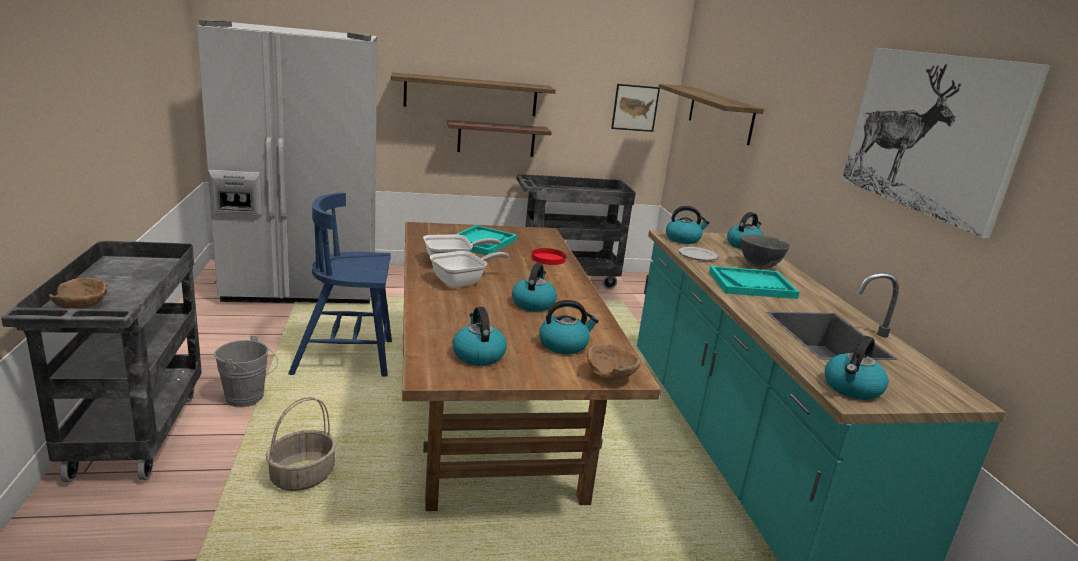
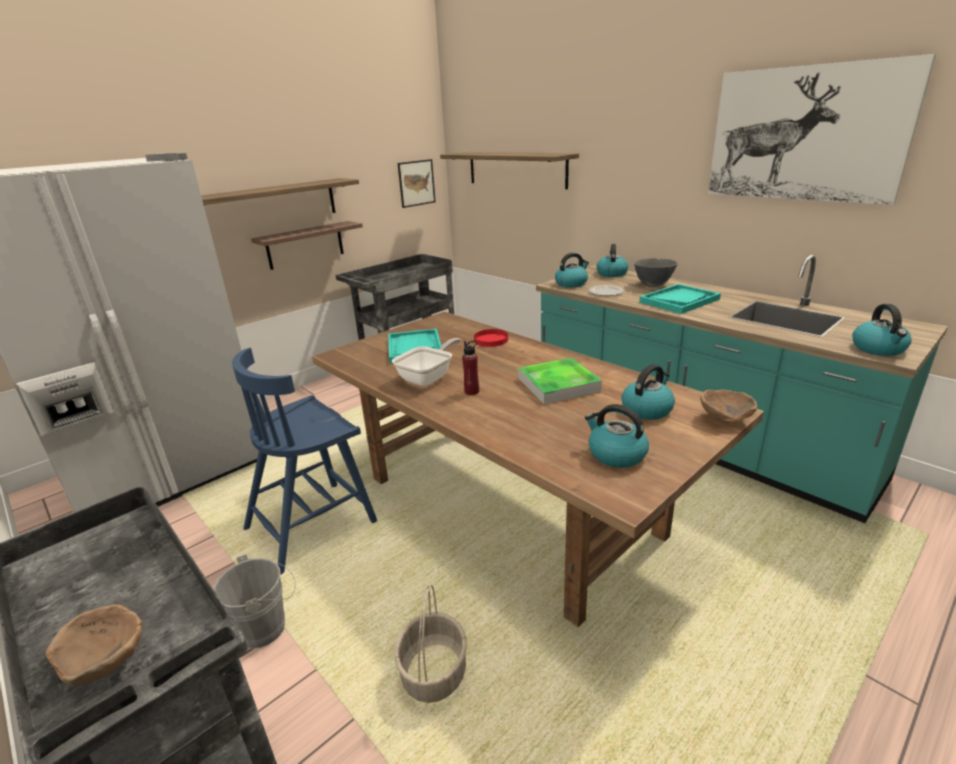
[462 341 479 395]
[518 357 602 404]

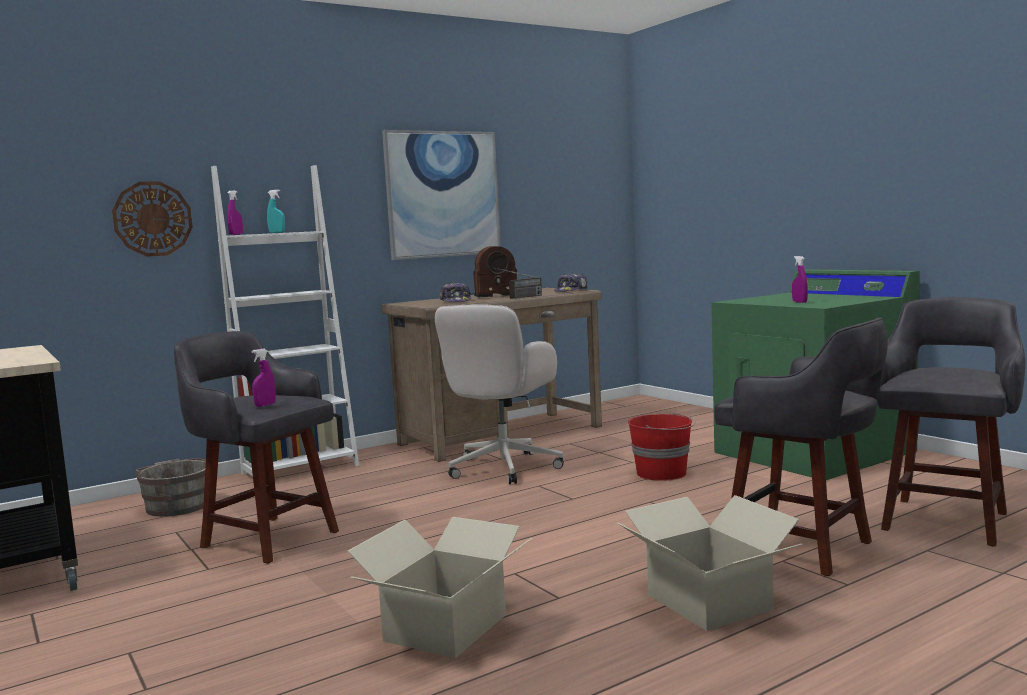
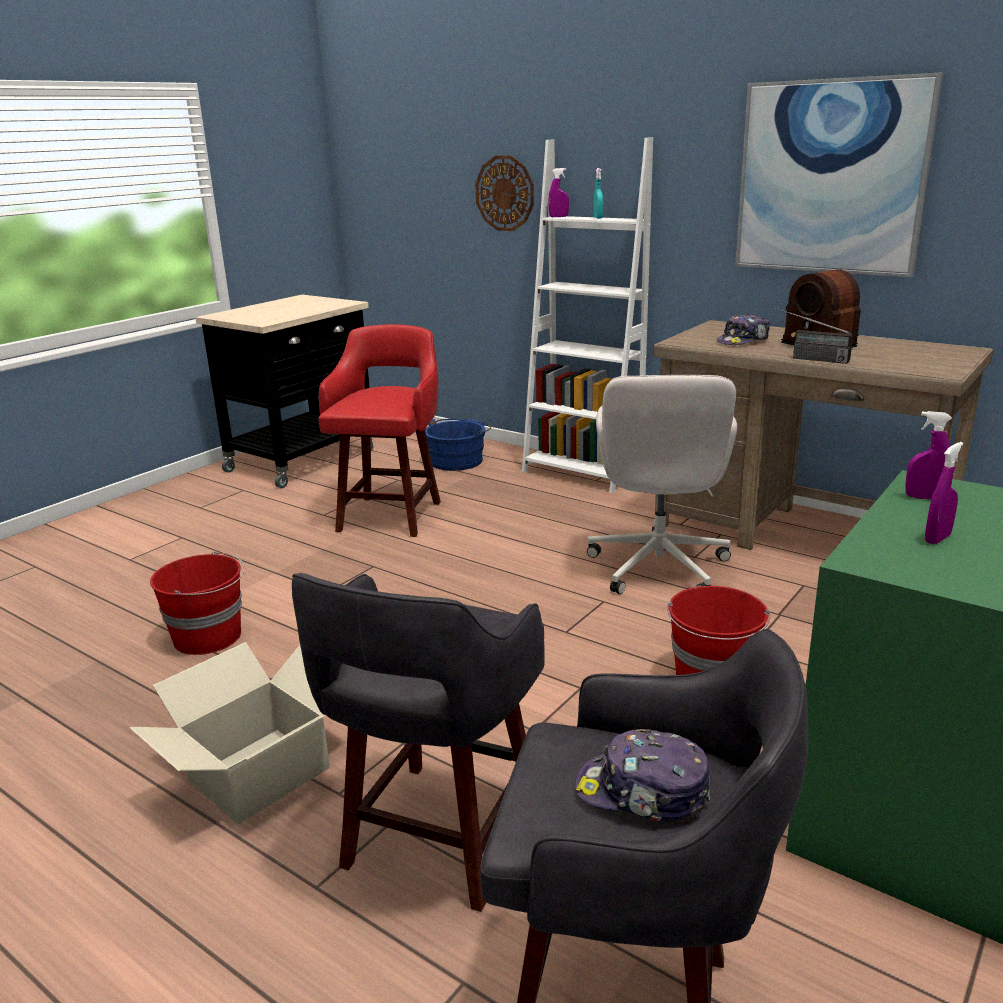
[150 552 245 655]
[319 324 441 537]
[425 419 491 471]
[575 729 711 822]
[587 375 737 594]
[905 411 952 500]

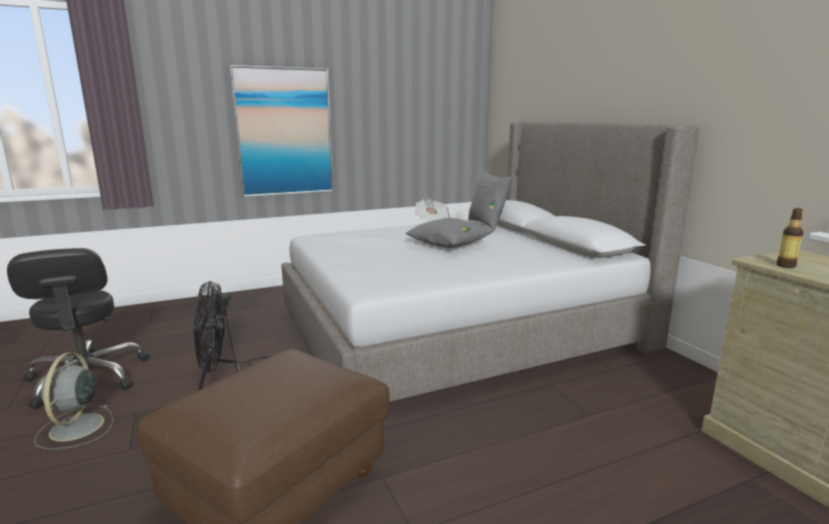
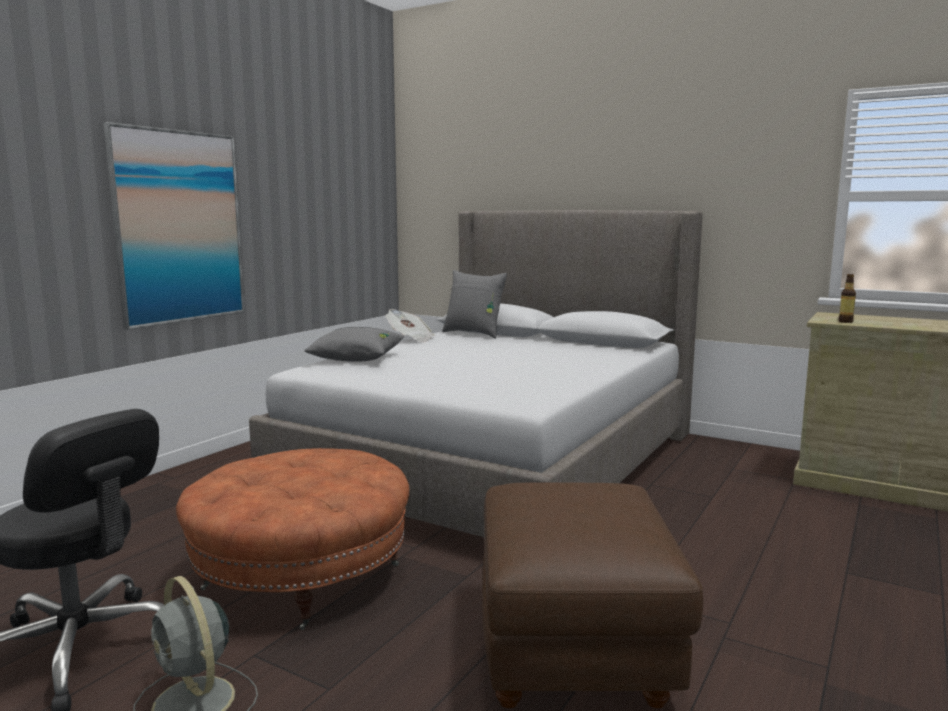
[176 448 410 630]
[305 327 404 362]

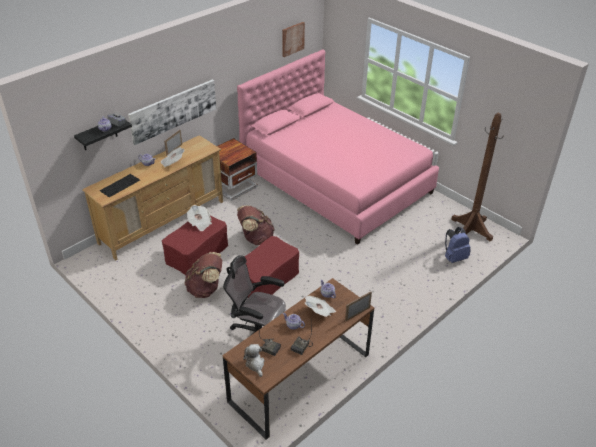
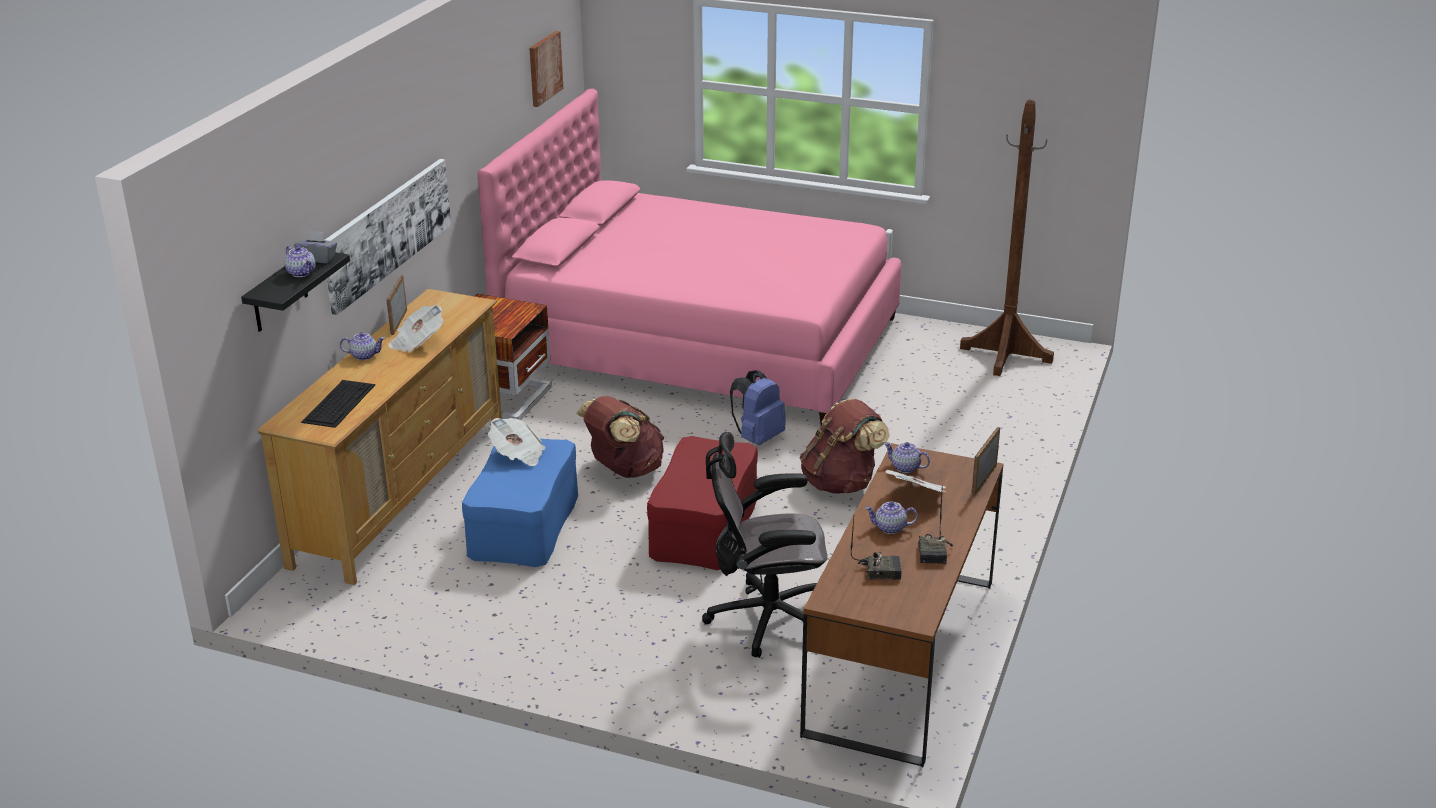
[462 439 578 567]
[730 370 786 445]
[800 398 890 494]
[243 344 265 377] (first image)

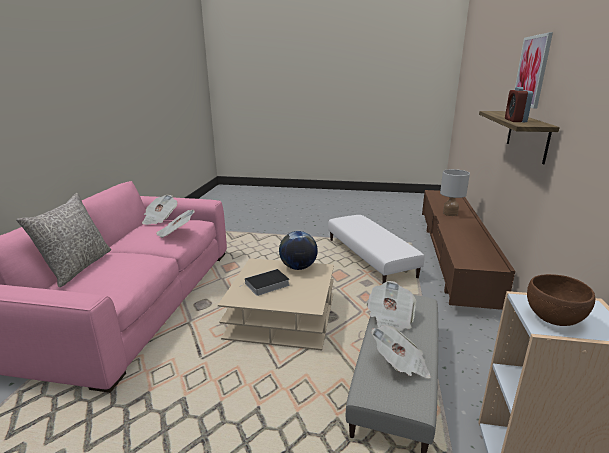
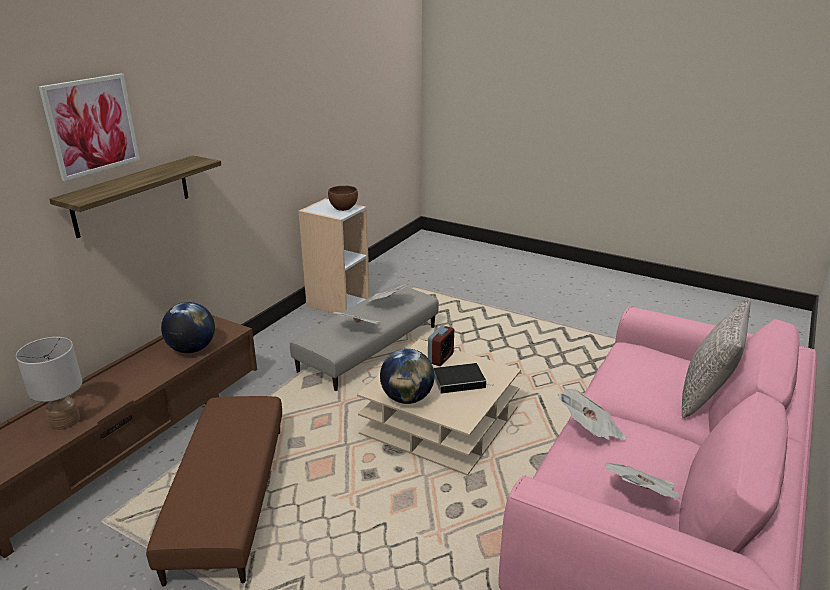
[146 396 282 587]
[161 302 215 353]
[428 325 454 366]

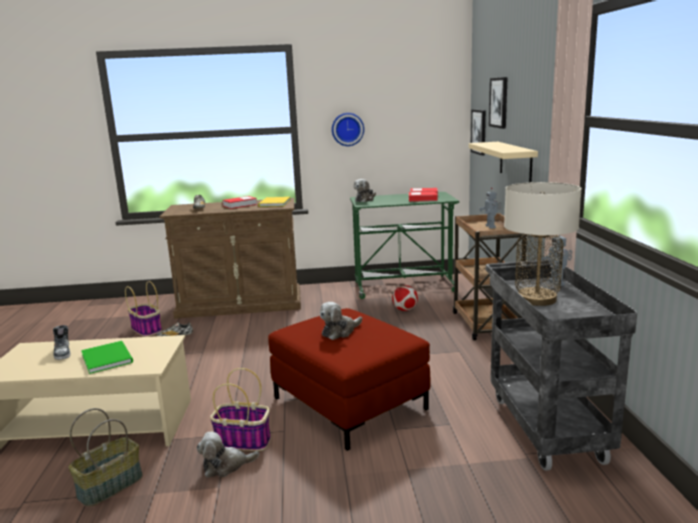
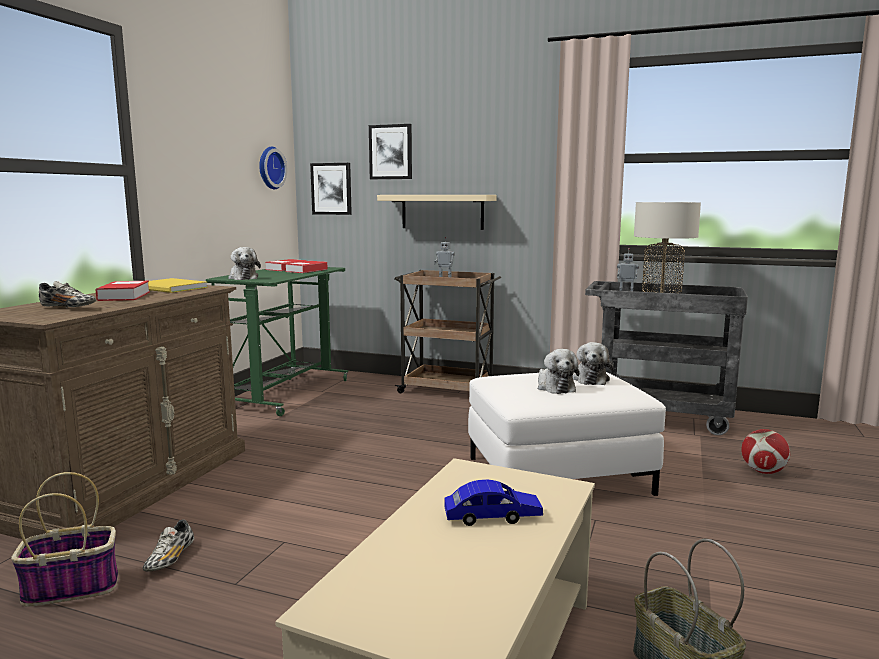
[259 147 287 189]
[445 479 543 526]
[468 372 666 496]
[573 342 614 385]
[741 429 790 474]
[53 325 71 360] (first image)
[210 368 271 451] (first image)

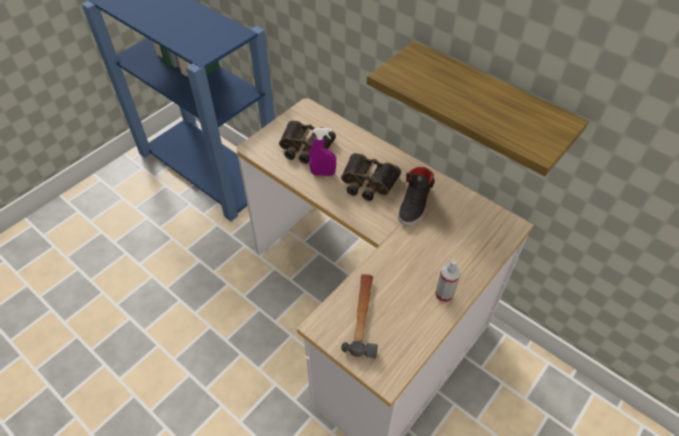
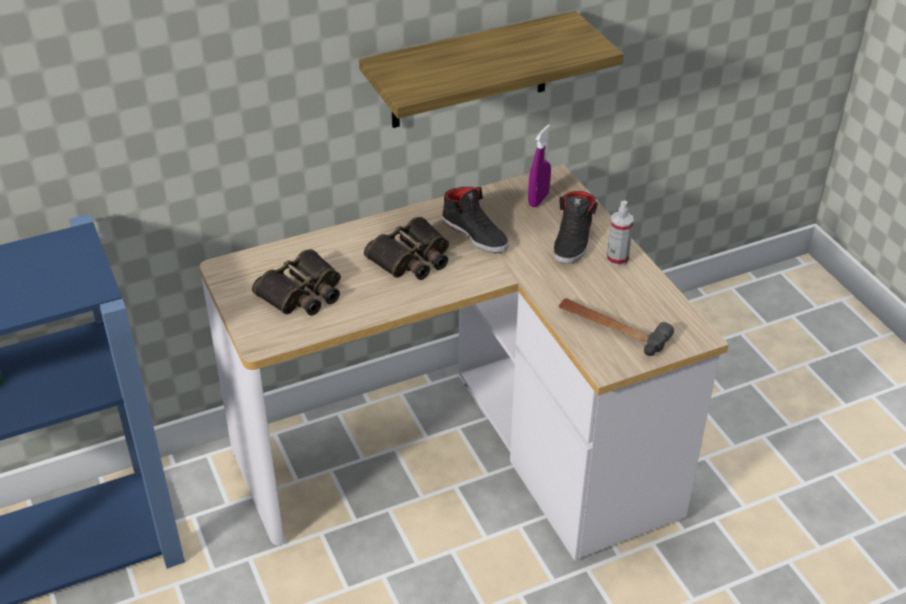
[528 124 551 207]
[553 191 598 264]

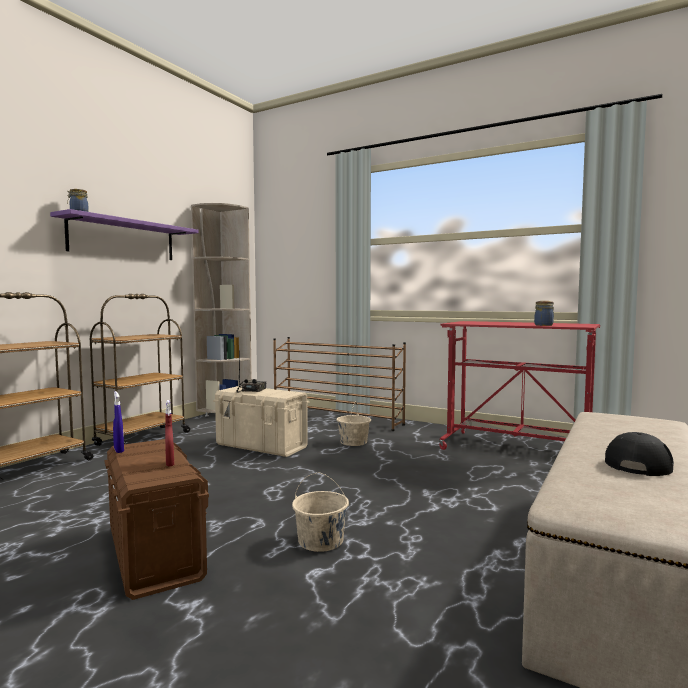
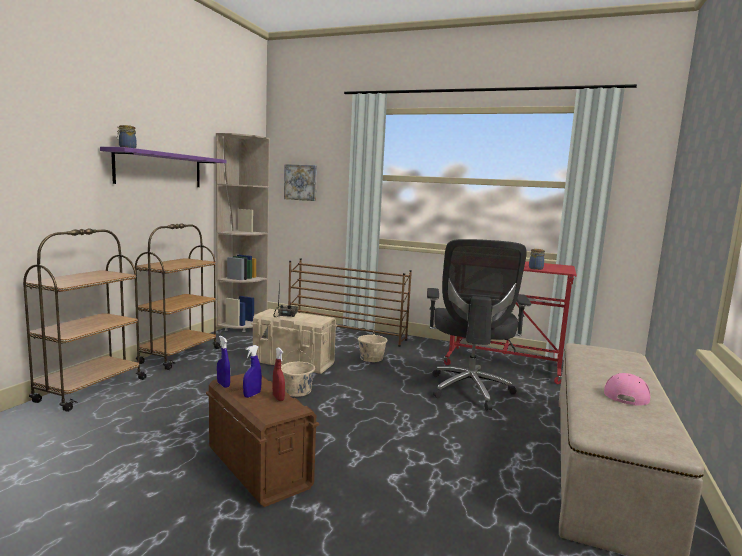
[243 345 262 398]
[281 350 315 397]
[284 164 317 201]
[427 239 531 411]
[604 373 651 406]

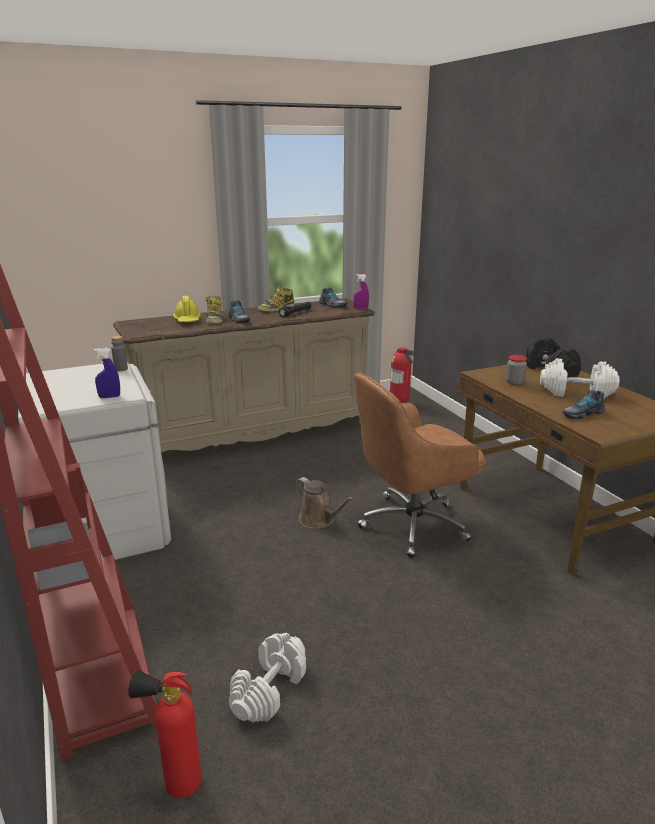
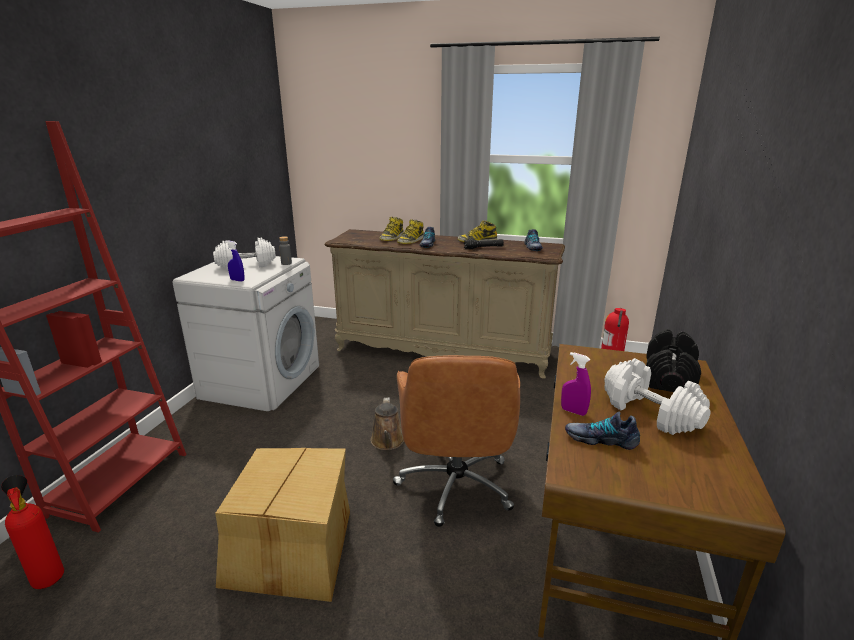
[213 237 276 271]
[215 448 350 602]
[379 217 404 241]
[393 355 520 527]
[561 352 591 416]
[506 355 527 385] (first image)

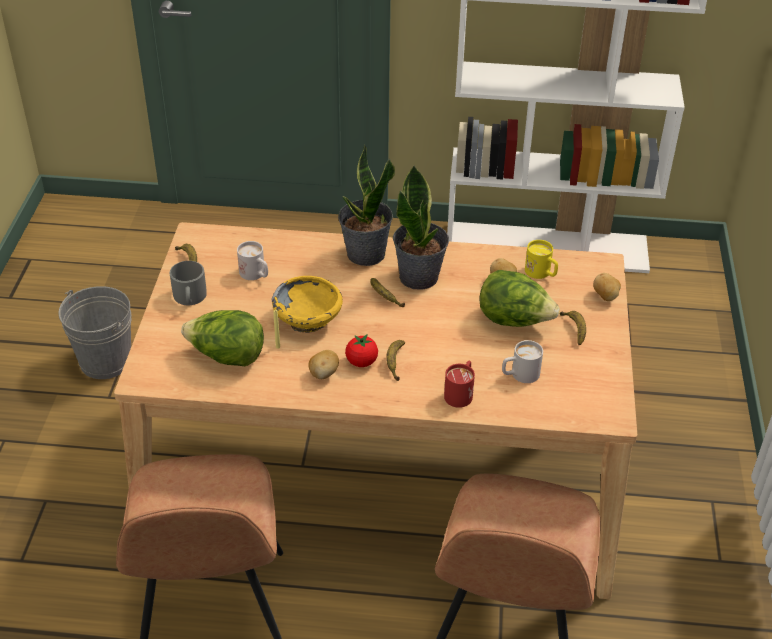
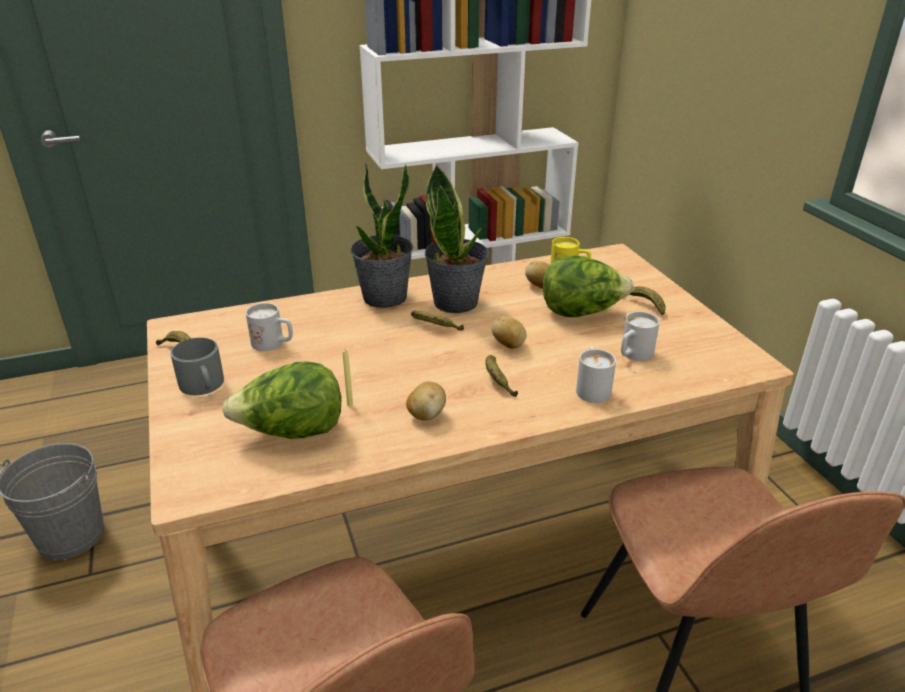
[492 316 527 349]
[576 346 616 403]
[272 276 343 333] (first image)
[345 334 378 367] (first image)

